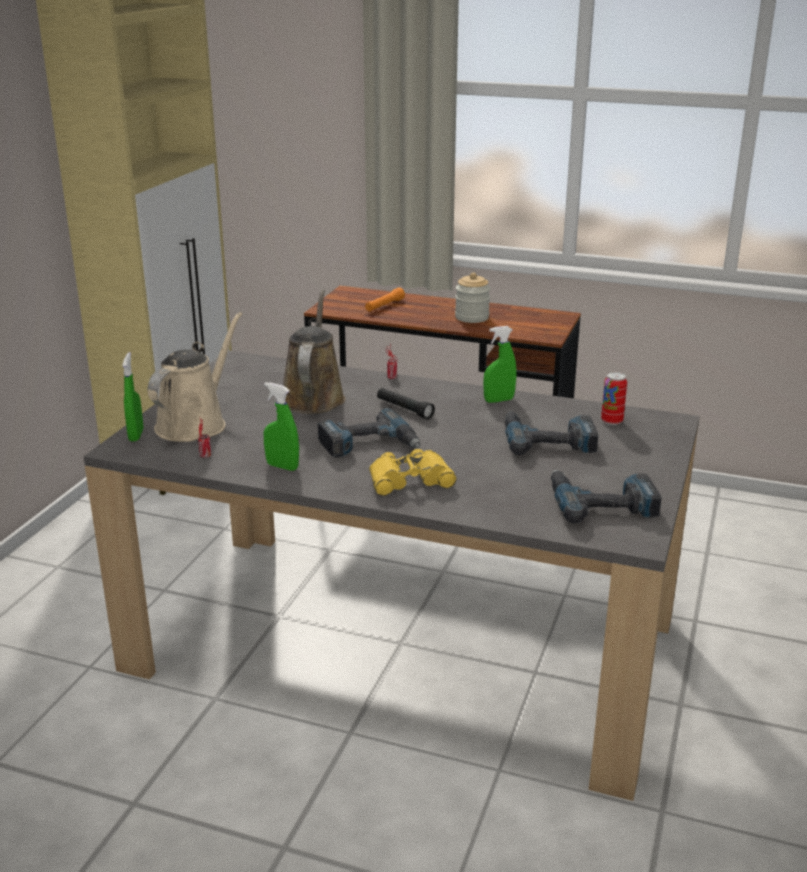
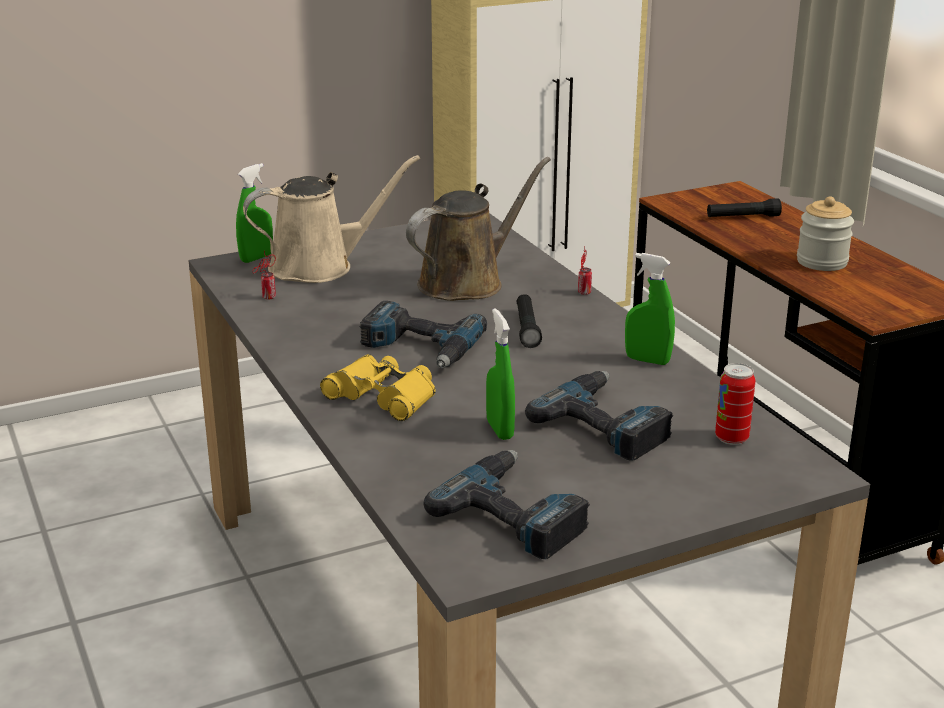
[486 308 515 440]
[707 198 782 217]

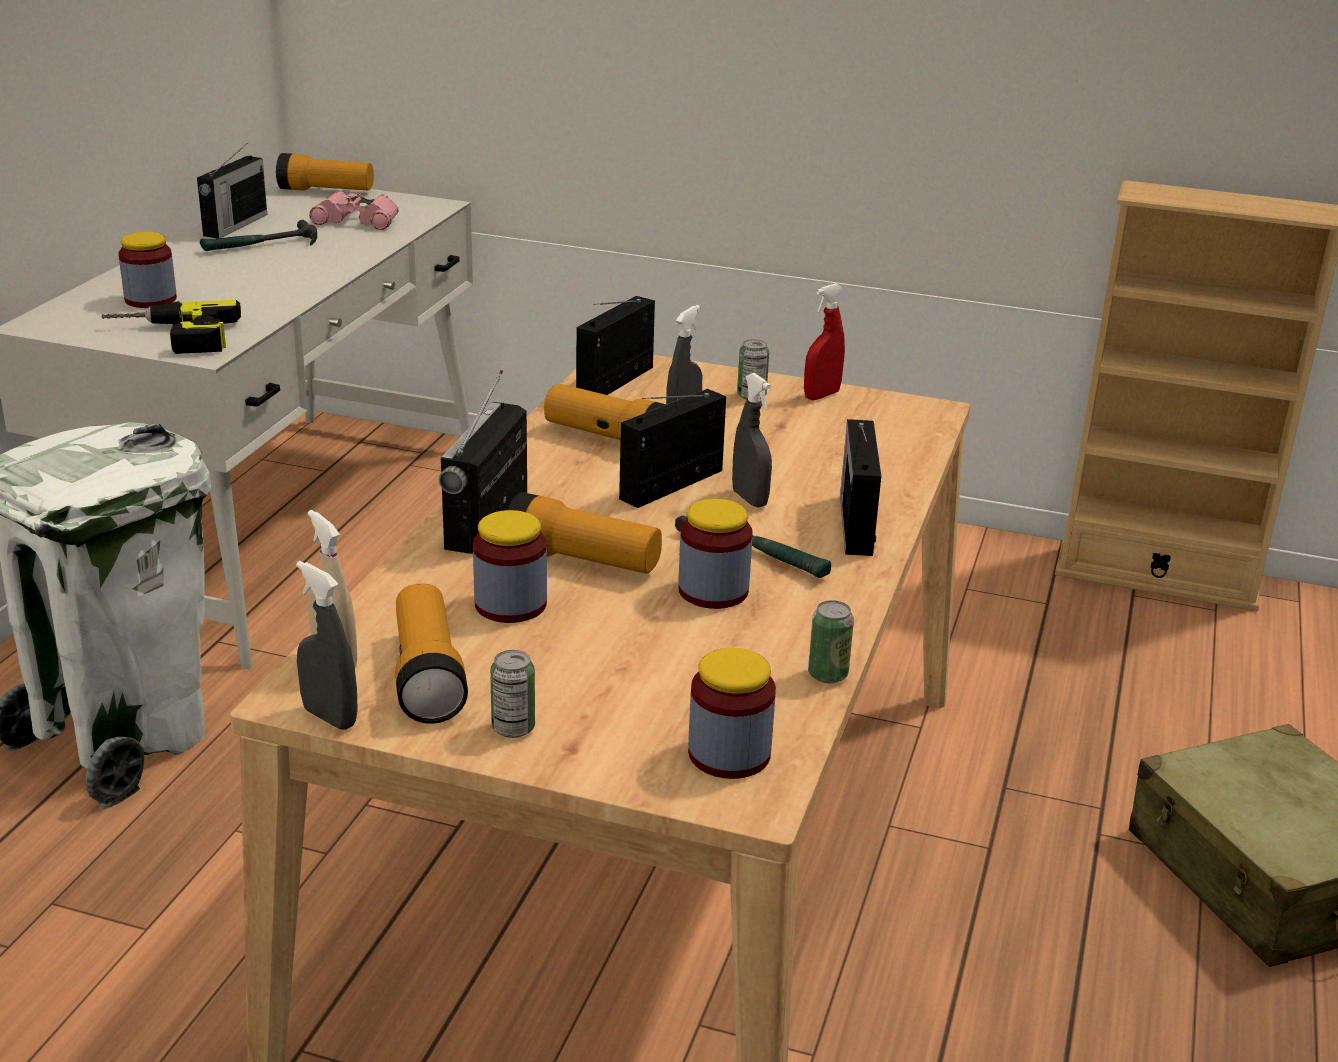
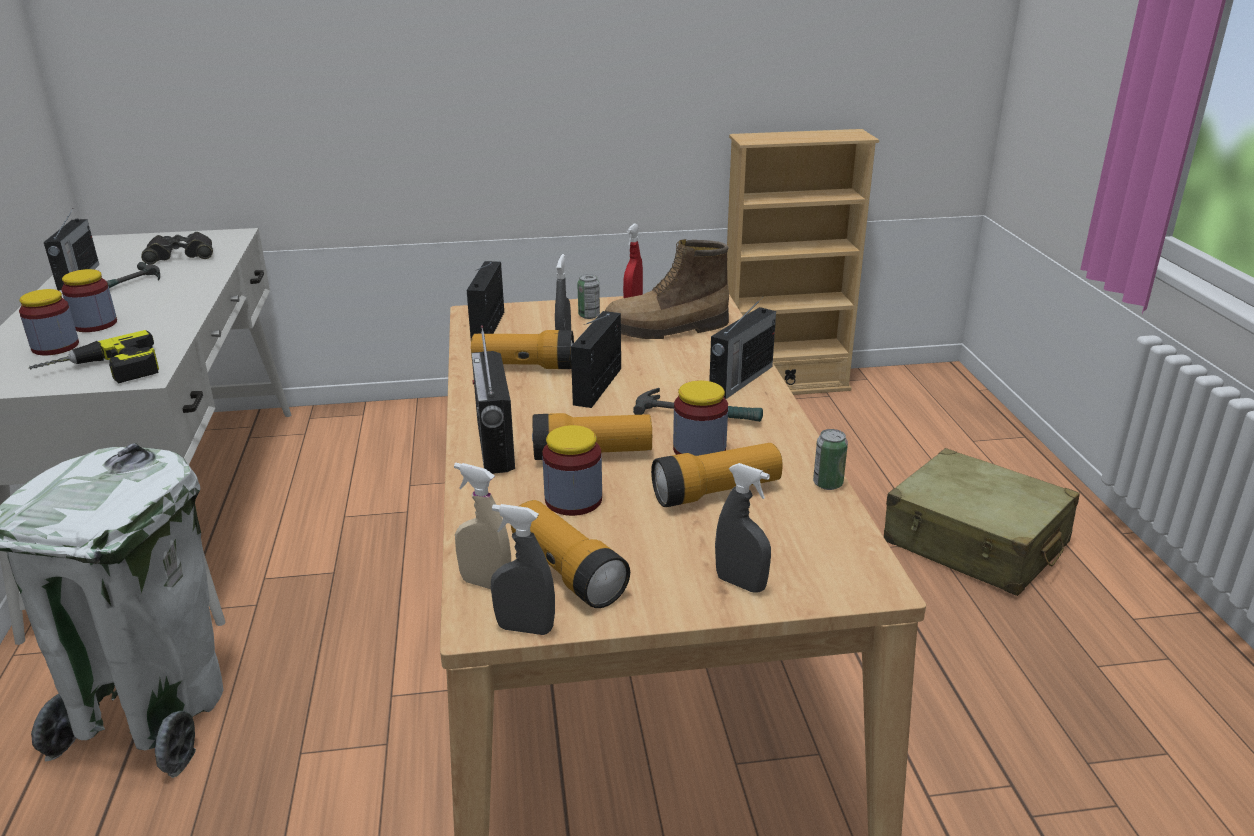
[61 269 117 332]
[141 232 213 264]
[605 239 729 339]
[651 443 783 507]
[709 296 776 399]
[715 463 771 593]
[490 650 535 738] (first image)

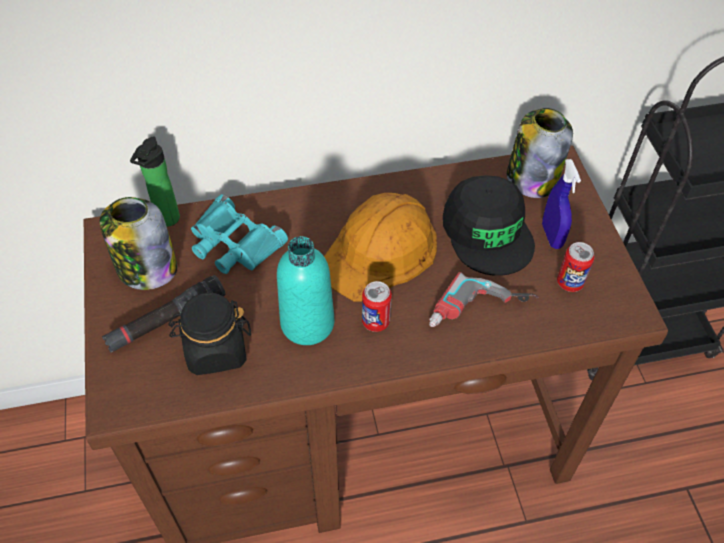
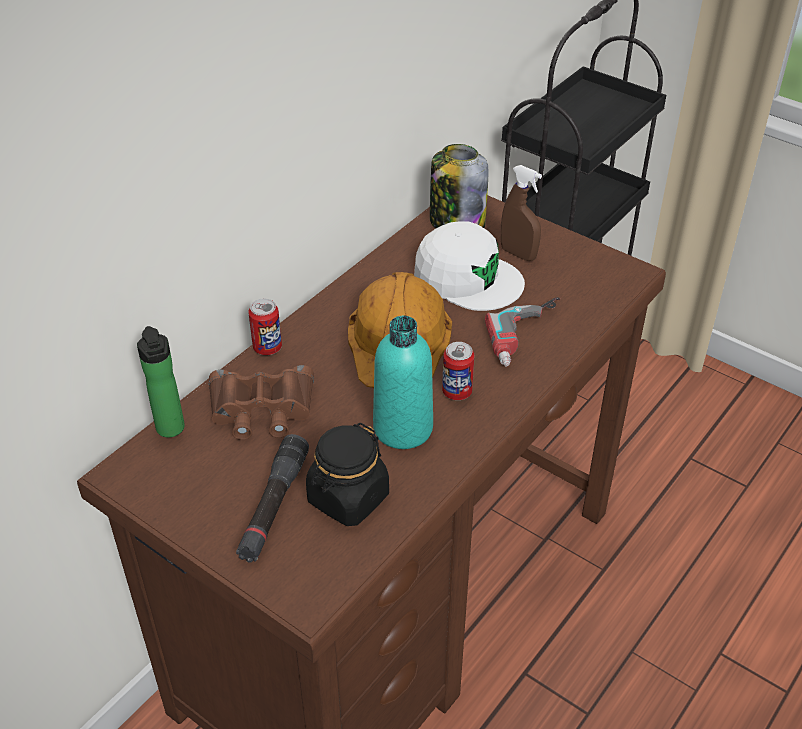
[208 365 314 440]
[248 299 282 355]
[414 221 525 311]
[501 165 542 261]
[100 197 177 290] (first image)

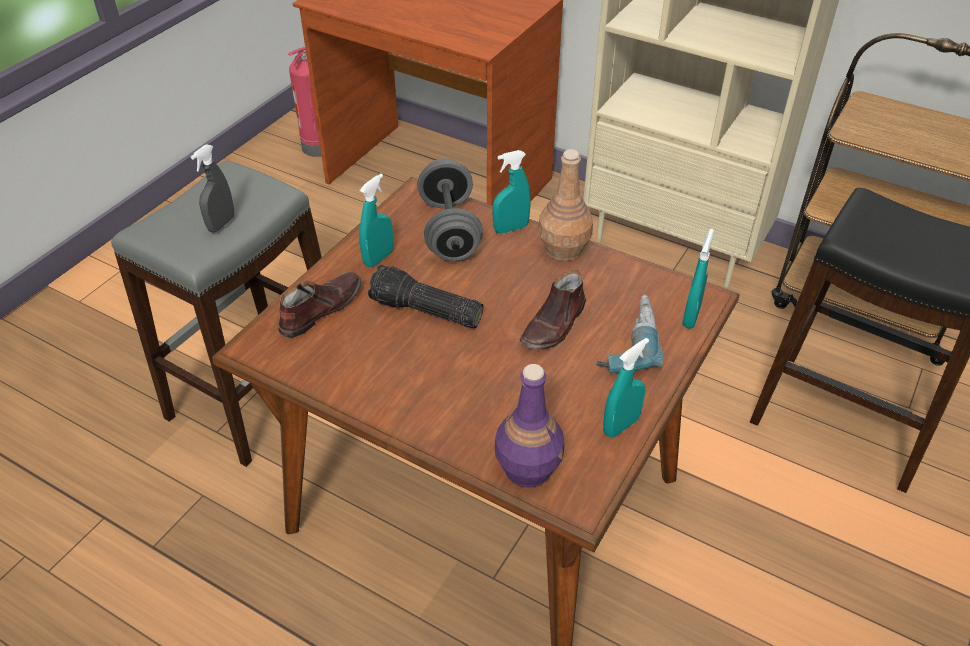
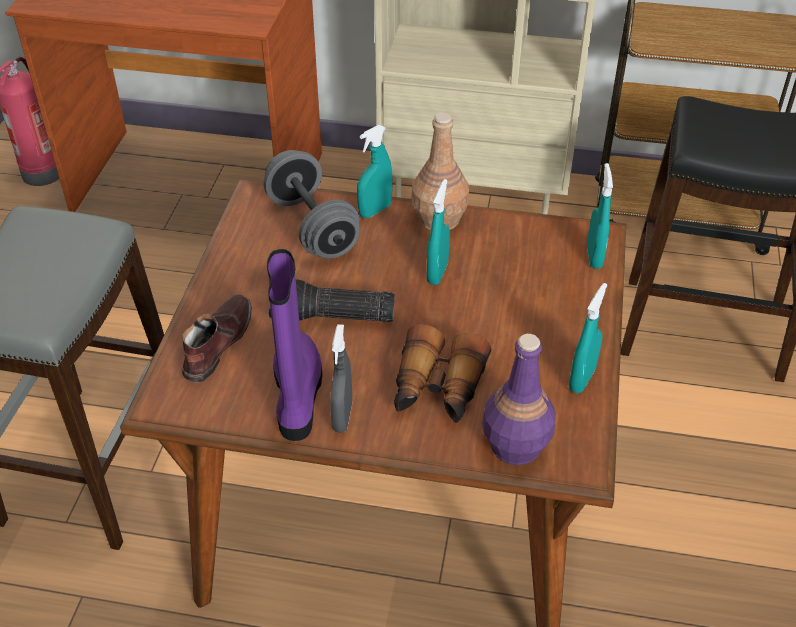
[267 249 323 441]
[330 324 352 433]
[394 324 491 423]
[427 179 450 285]
[520 270 586 349] (first image)
[596 295 663 374] (first image)

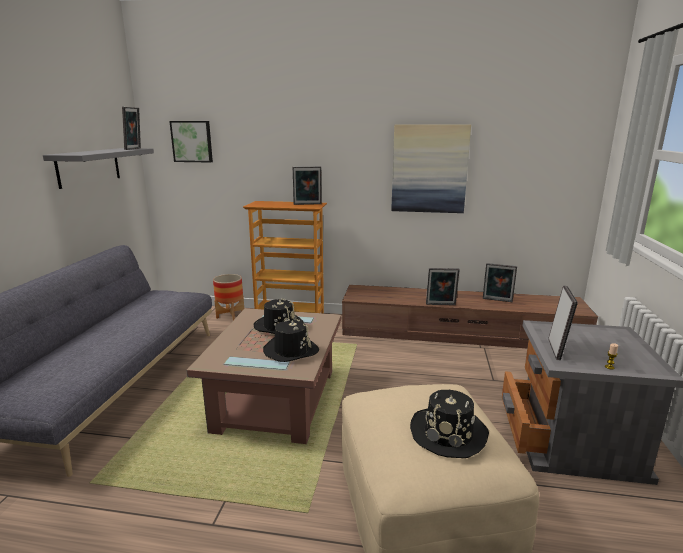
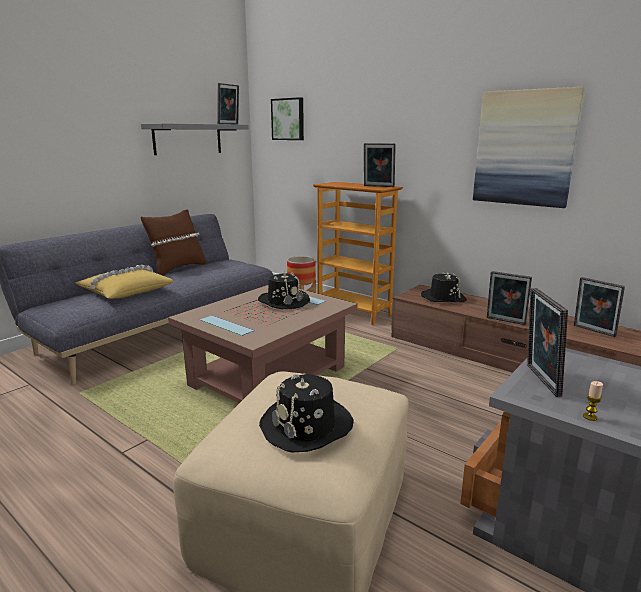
[75 265 174 299]
[141 209 206 276]
[421 272 467 302]
[527 288 568 397]

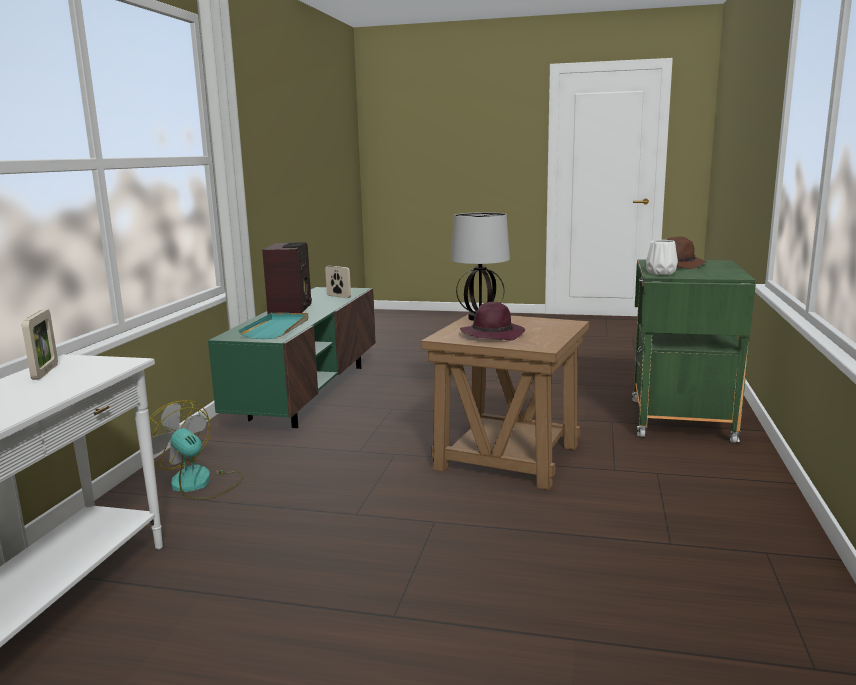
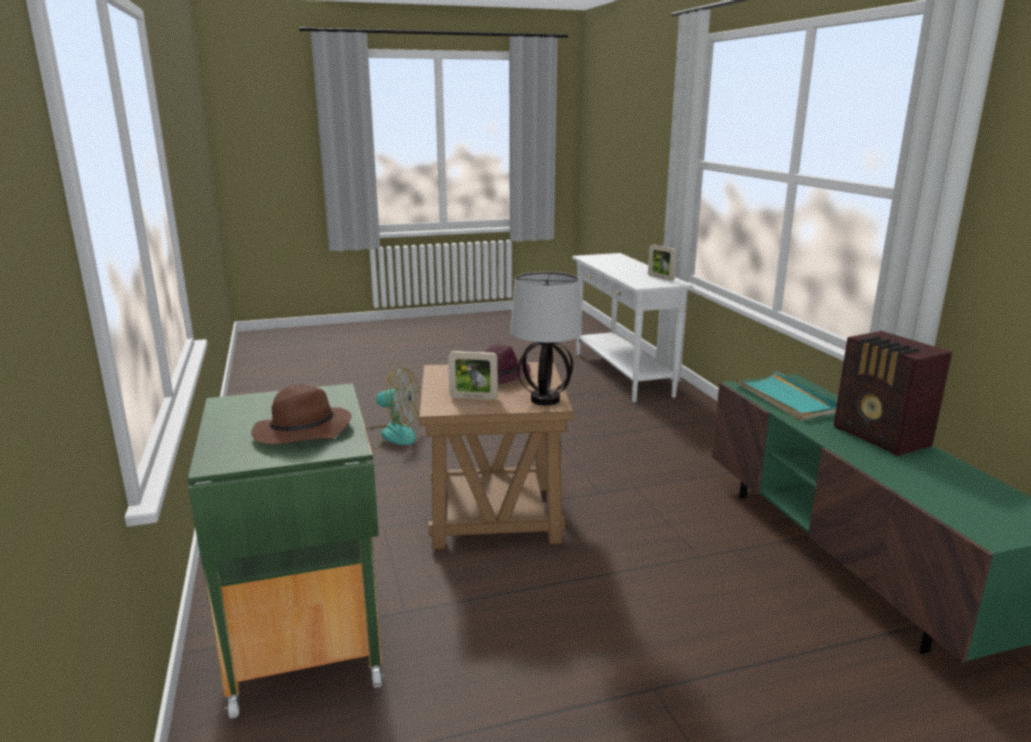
[366 367 420 450]
[448 351 498 400]
[646 240 678 275] (first image)

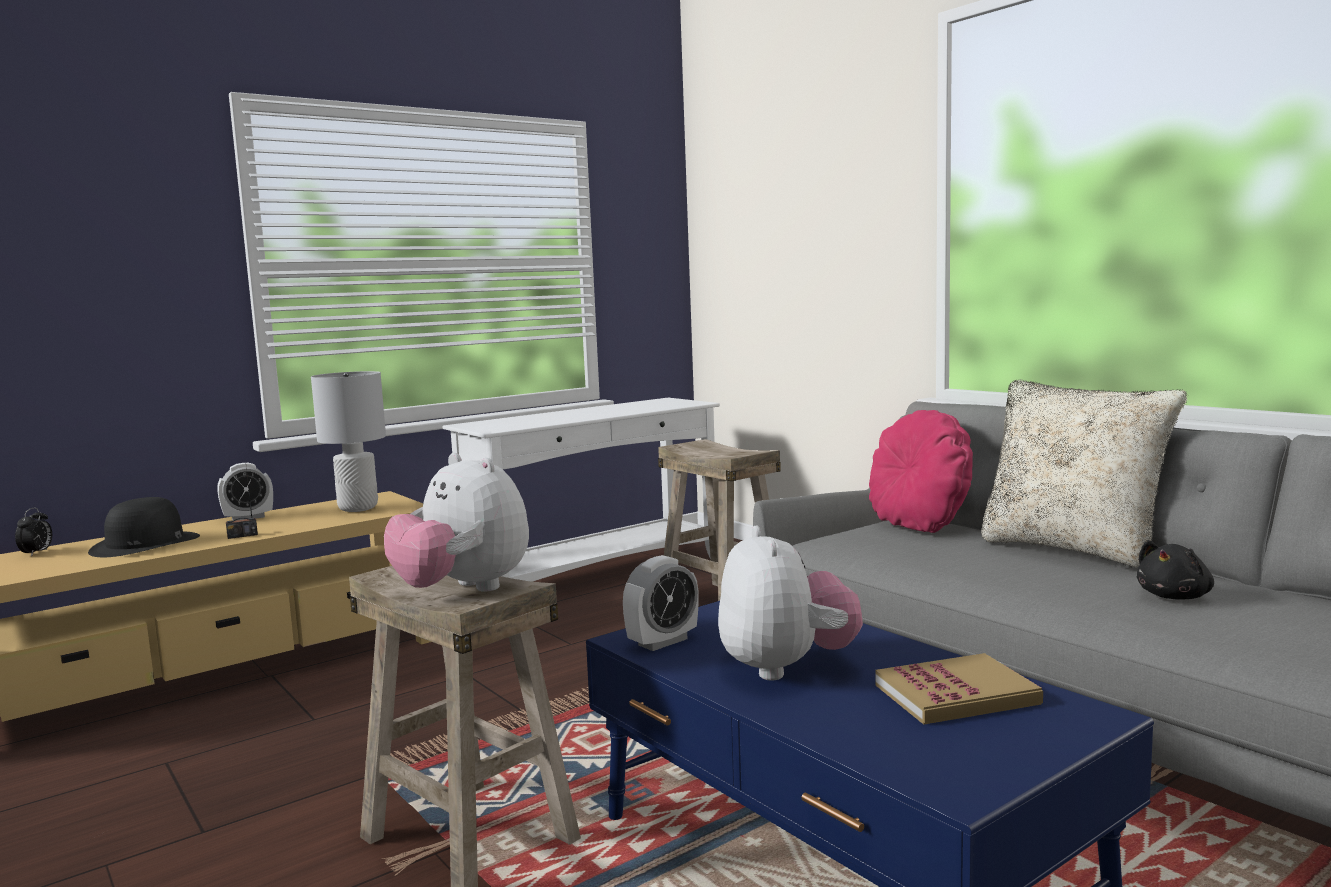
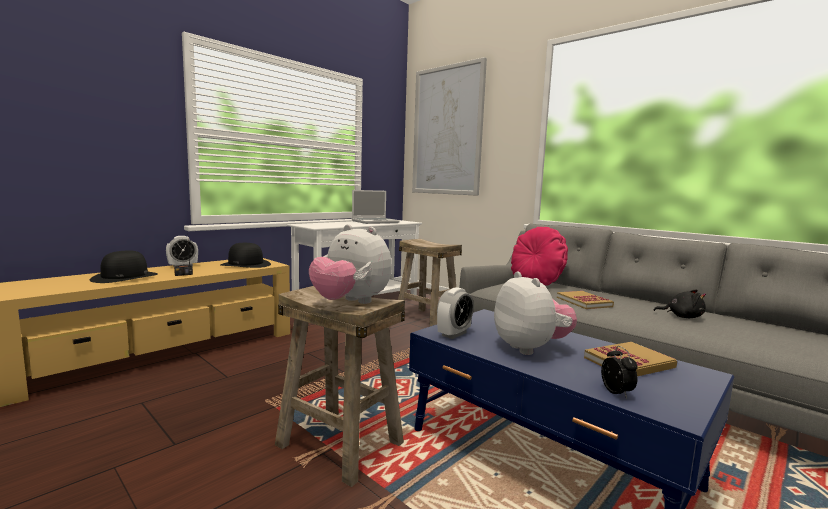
[221 243 271 268]
[352 190 400 224]
[412 57 487 196]
[557 291 614 309]
[601 346 637 399]
[653 289 706 318]
[981 379 1188 569] (first image)

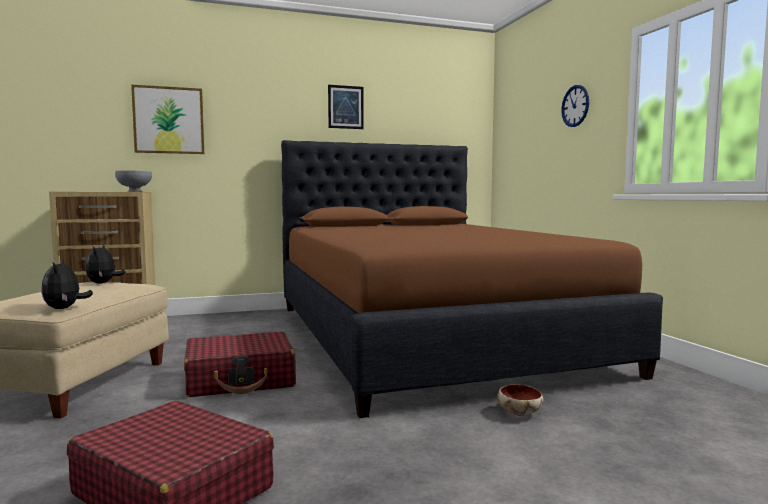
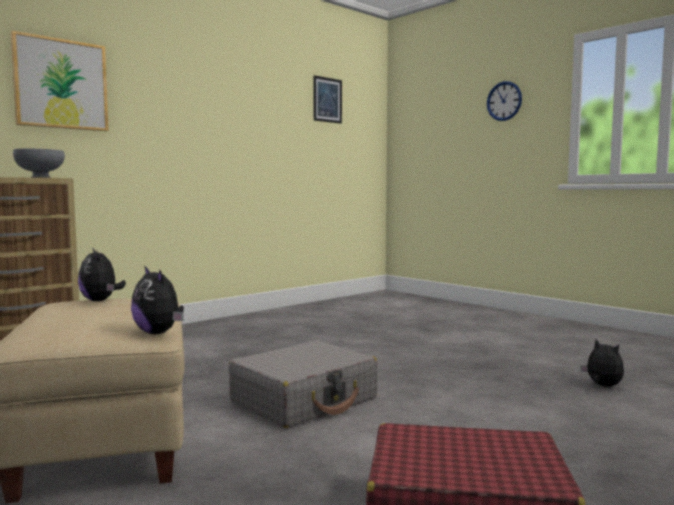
[228 340 378 428]
[313 75 342 124]
[580 339 624 387]
[281 140 663 418] (first image)

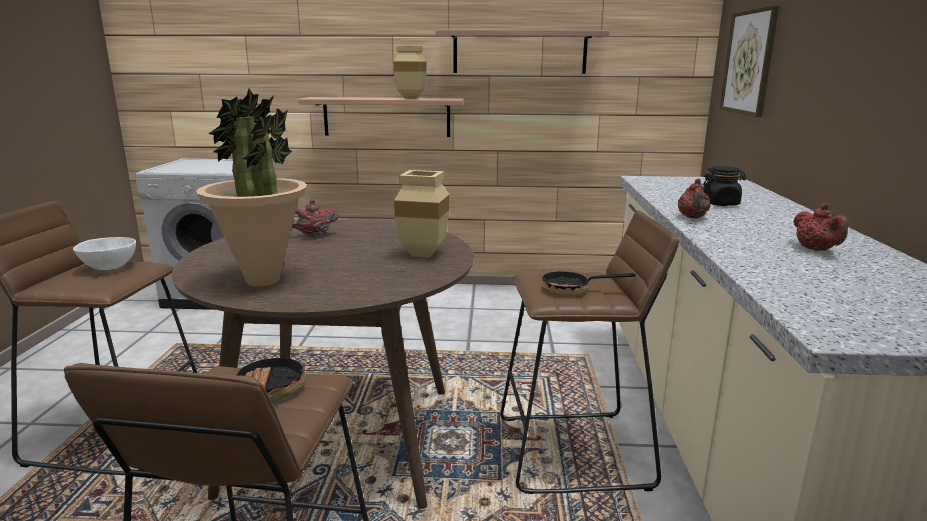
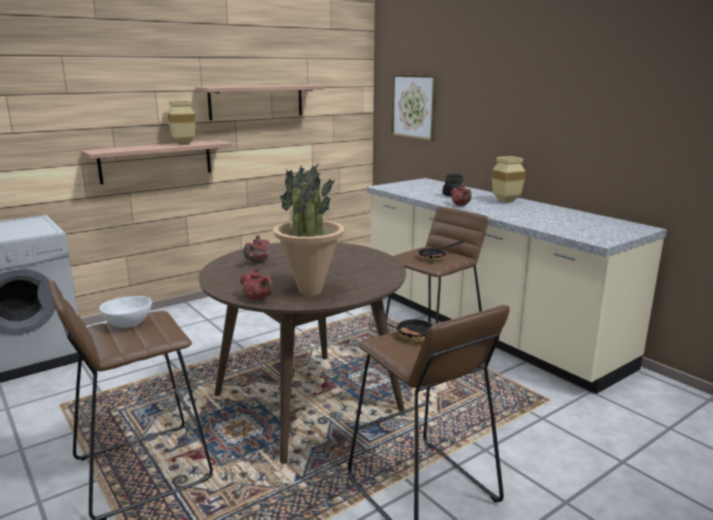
[240 267 274 300]
[492 156 526 203]

